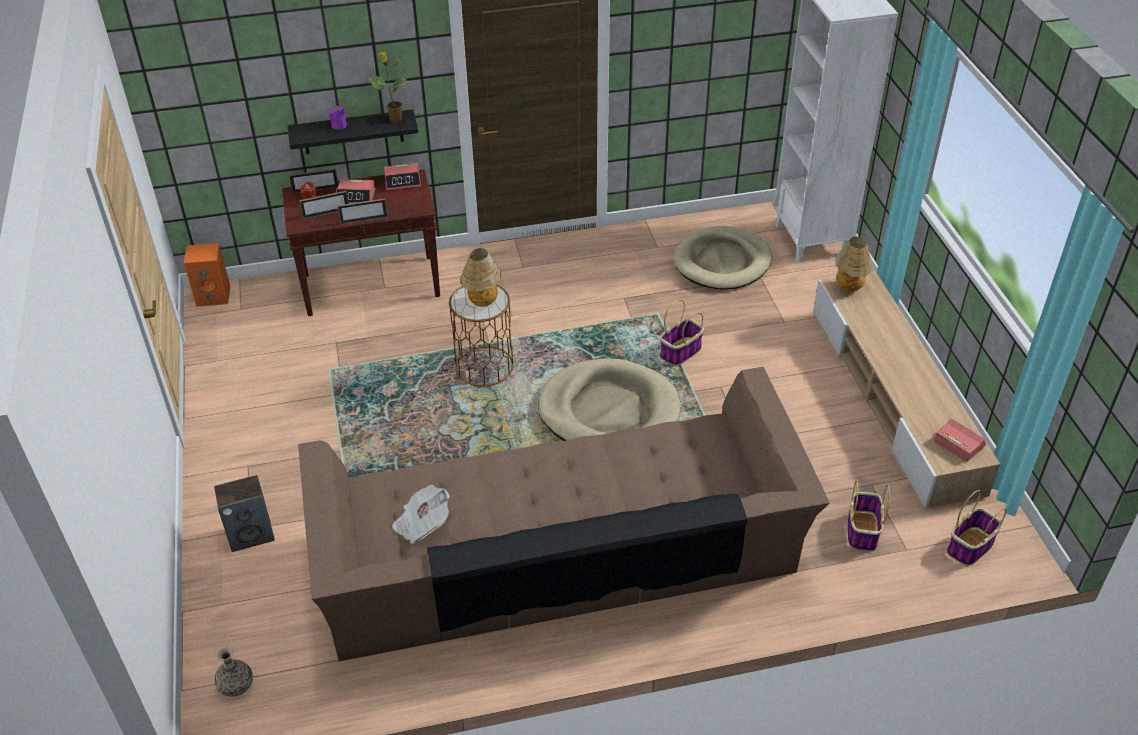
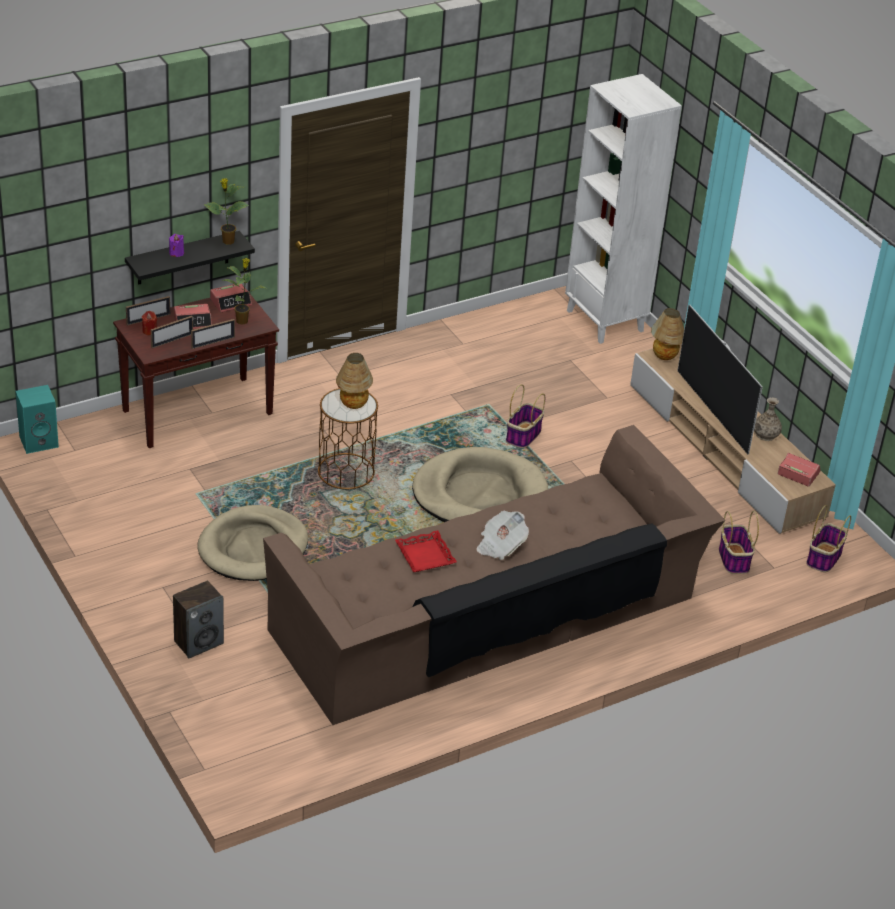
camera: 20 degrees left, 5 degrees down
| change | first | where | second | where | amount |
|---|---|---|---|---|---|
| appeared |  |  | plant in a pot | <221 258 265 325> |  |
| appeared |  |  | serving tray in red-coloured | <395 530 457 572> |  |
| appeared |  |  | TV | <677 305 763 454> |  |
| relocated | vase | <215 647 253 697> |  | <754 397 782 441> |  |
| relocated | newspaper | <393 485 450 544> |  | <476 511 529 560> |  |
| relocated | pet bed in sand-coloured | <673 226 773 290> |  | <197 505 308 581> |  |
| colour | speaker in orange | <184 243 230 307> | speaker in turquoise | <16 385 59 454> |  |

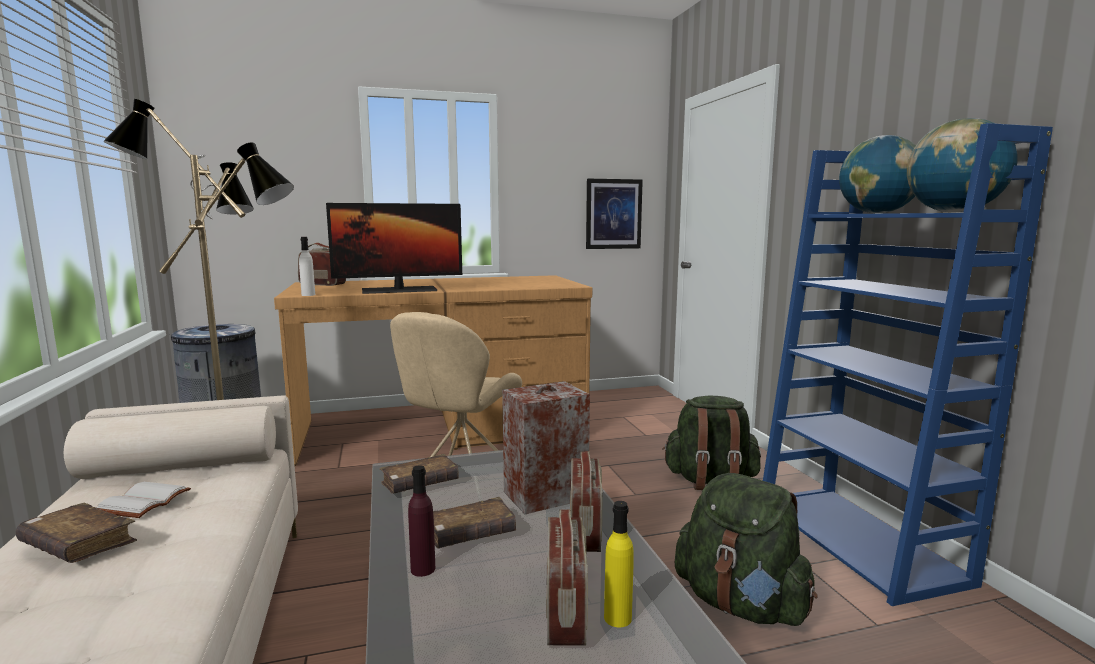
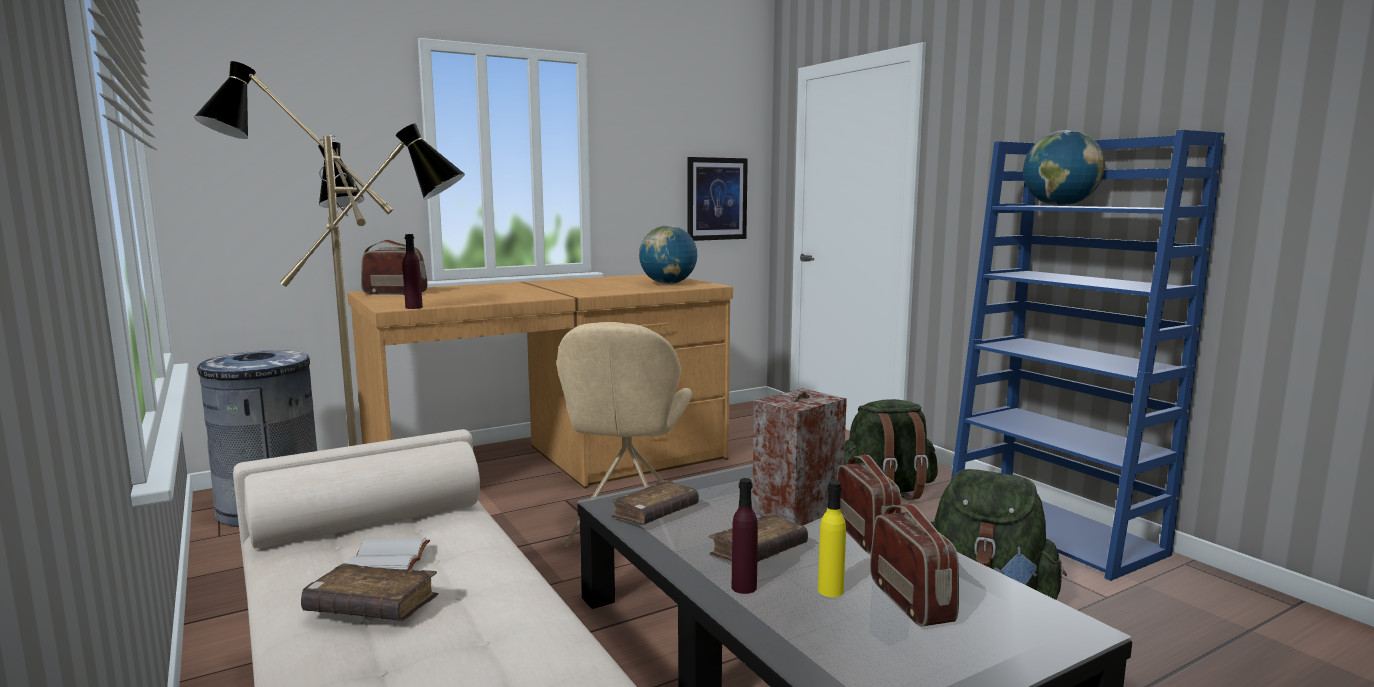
camera: 15 degrees left, 0 degrees up
| change | first | where | second | where | amount |
|---|---|---|---|---|---|
| missing | computer display | <326 203 462 294> |  |  |  |
| relocated | bottle in yellow | <604 501 634 627> |  | <818 481 846 597> |  |
| relocated | desk globe | <907 118 1018 213> |  | <639 225 697 284> |  |
| colour | bottle in white | <299 237 315 296> | bottle in purple | <403 234 423 309> |  |

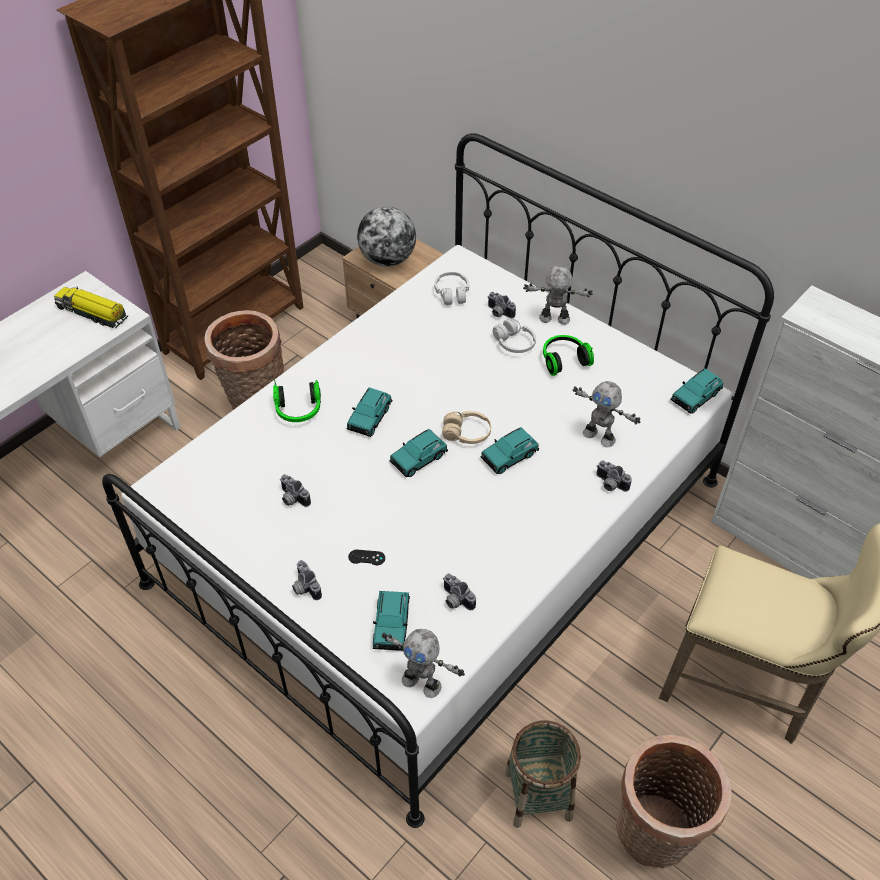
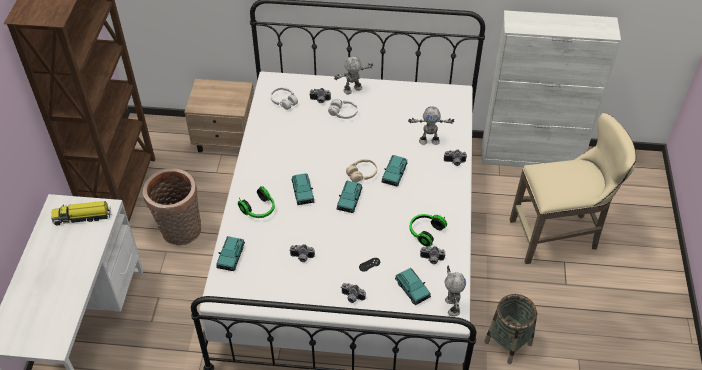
camera: 35 degrees left, 0 degrees up
| change | first | where | second | where | amount |
|---|---|---|---|---|---|
| missing | desk globe | <357 206 416 267> |  |  |  |
| missing | storage basket | <616 735 731 869> |  |  |  |
| relocated | headset | <543 335 594 376> |  | <409 214 447 247> |  |
| relocated | toy car in turquoise | <670 368 723 414> |  | <216 236 245 271> |  |
| spun | model robot | <382 629 465 698> |  | <444 266 466 317> | 90 degrees counterclockwise |

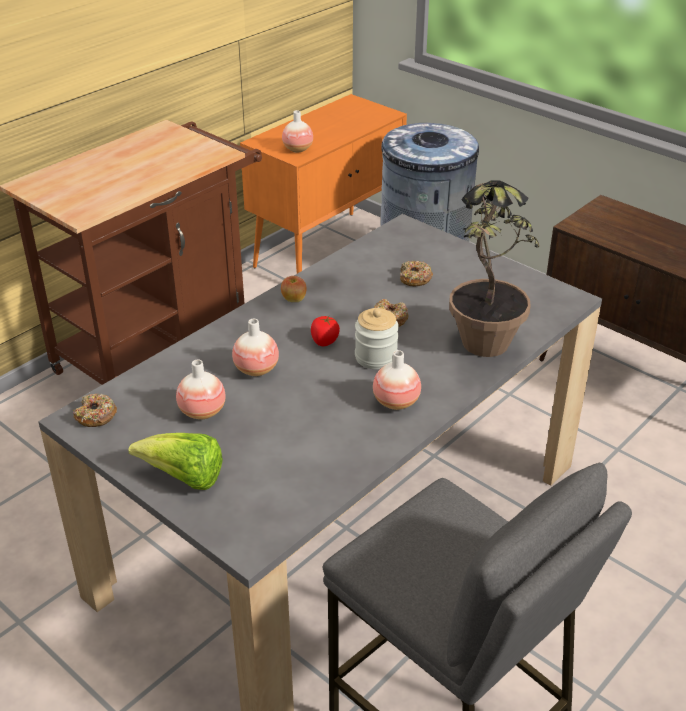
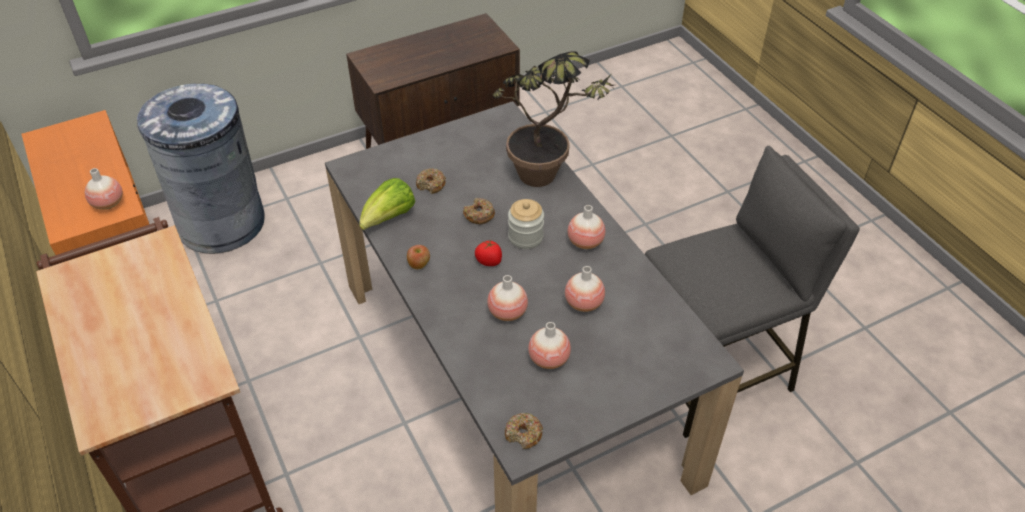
camera: 70 degrees left, 10 degrees up
| change | first | where | second | where | amount |
|---|---|---|---|---|---|
| appeared |  |  | vase | <565 266 605 312> |  |
| relocated | lettuce head | <128 433 223 490> |  | <359 178 415 230> |  |

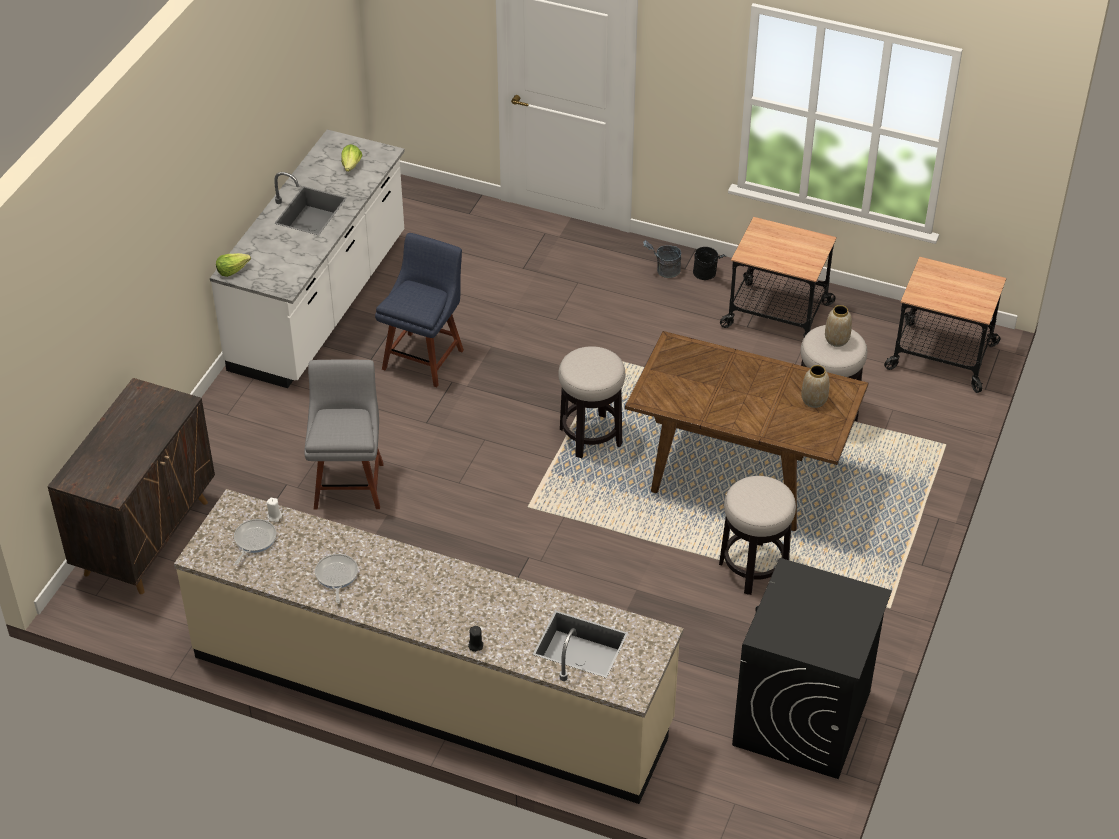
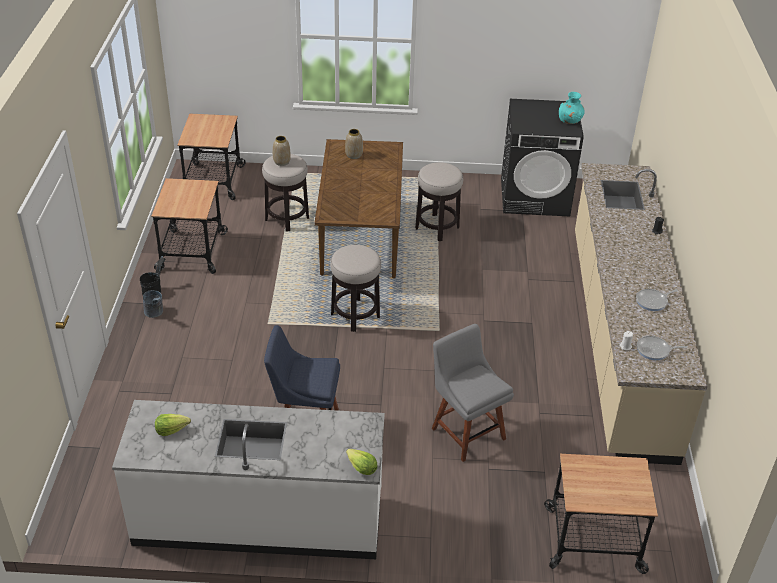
camera: 110 degrees left, 5 degrees down
| change | first | where | second | where | amount |
|---|---|---|---|---|---|
| appeared |  |  | vase in turquoise | <559 92 585 124> |  |
| exchanged | storage cabinet in brown | <47 378 215 594> | trolley | <544 454 658 574> |  |
| spun | upright chair in gray | <304 359 384 509> |  | <432 324 514 462> | 75 degrees clockwise |

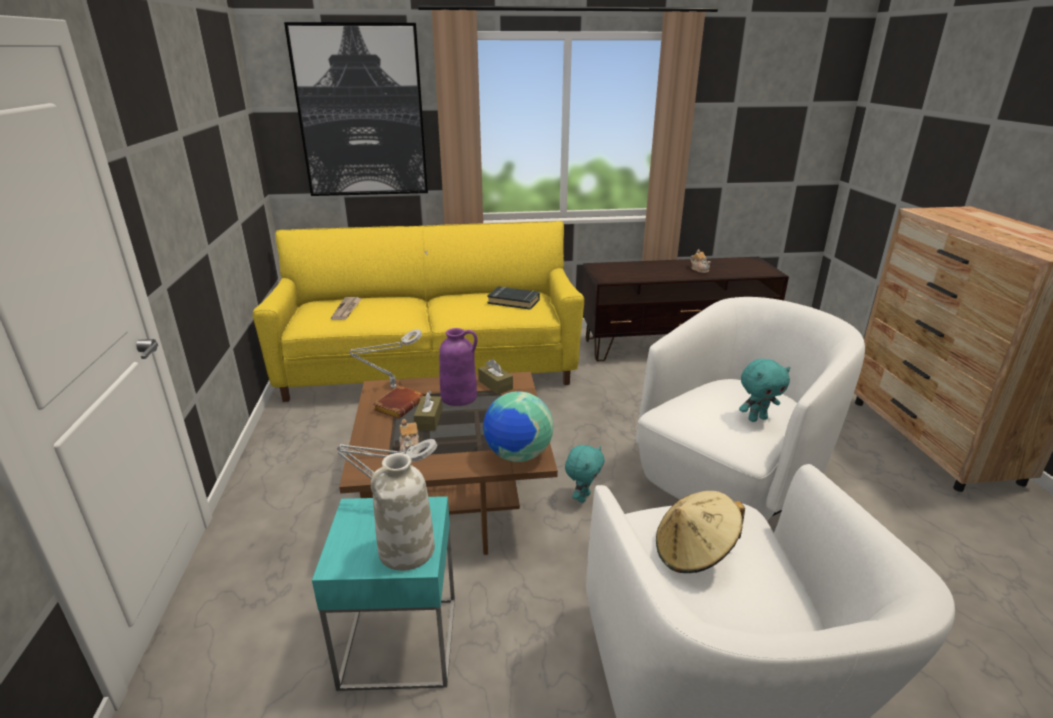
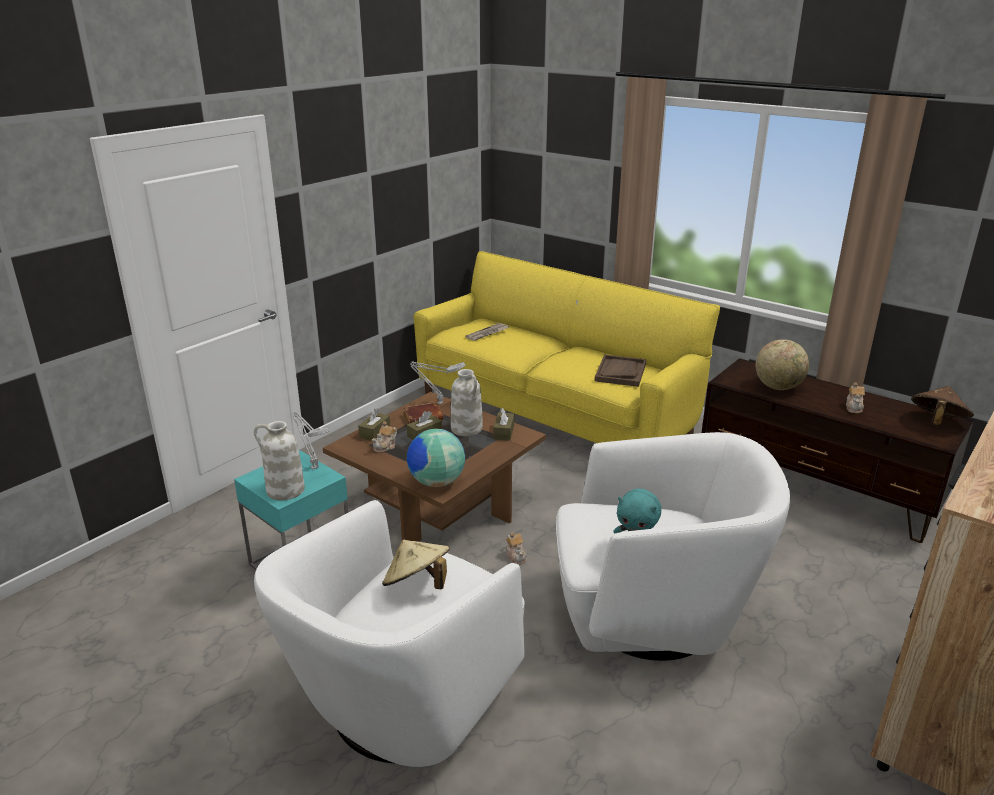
camera: 45 degrees right, 0 degrees up
| change | first | where | second | where | amount |
|---|---|---|---|---|---|
| missing | wall art | <284 22 428 196> |  |  |  |
| appeared |  |  | tissue box in brown | <358 408 390 441> |  |
| appeared |  |  | desk globe | <756 339 809 390> |  |
| appeared |  |  | clothing hat in brown | <911 386 974 425> |  |
| exchanged | volume in black | <487 287 540 310> | serving tray in brown | <595 355 646 387> |  |
| exchanged | plush toy in turquoise | <565 445 605 503> | pot for tea | <506 532 527 565> |  |
| colour | vase in purple | <439 328 478 406> | vase in white | <451 369 483 436> |  |

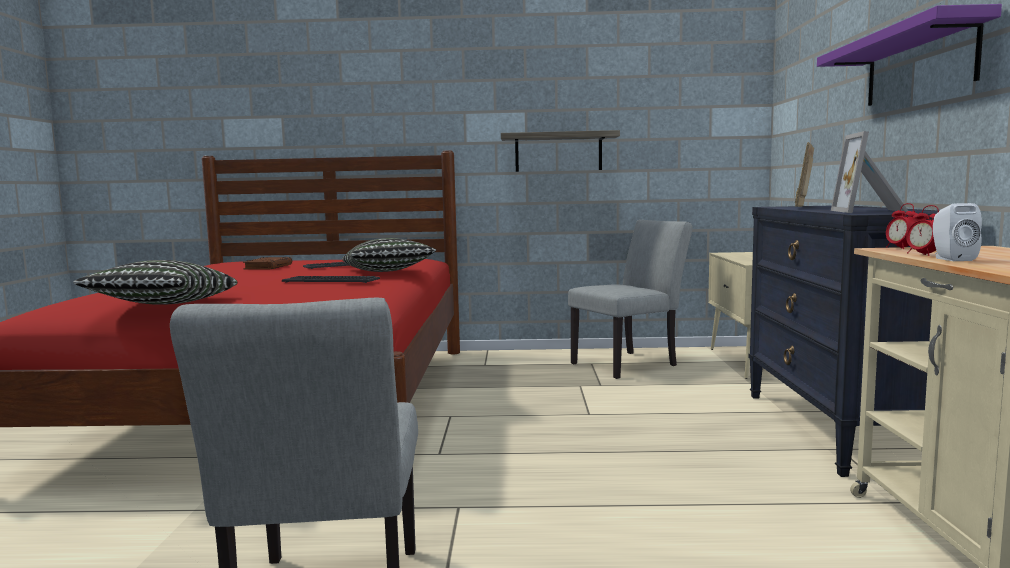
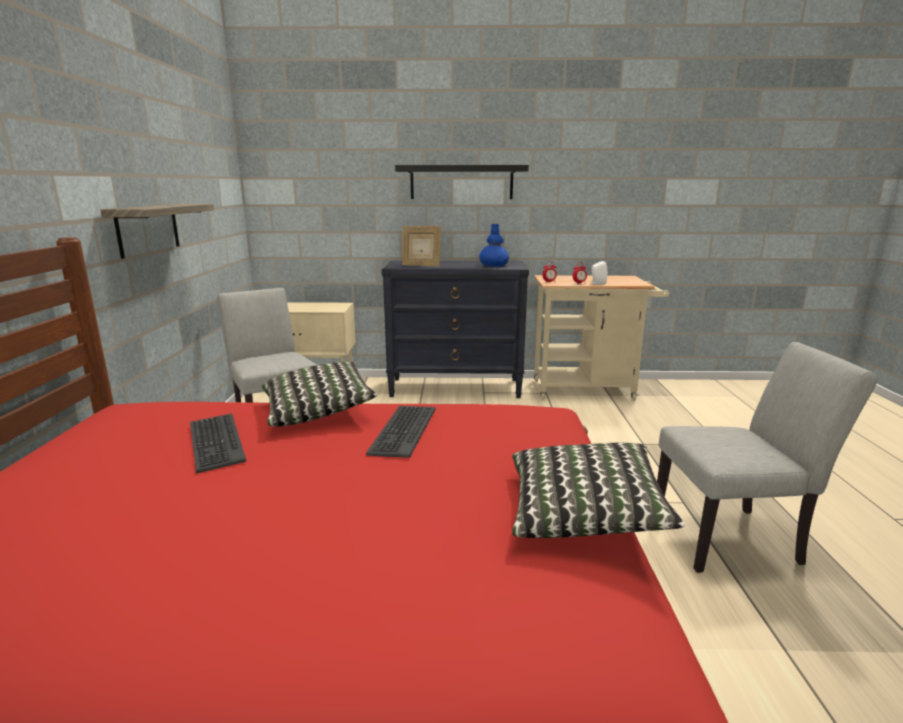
camera: 90 degrees left, 10 degrees up
| change | first | where | second | where | amount |
|---|---|---|---|---|---|
| missing | volume in brown | <243 257 292 270> |  |  |  |
| exchanged | standing frame | <831 131 908 213> | vase in blue | <479 224 509 267> |  |
| colour | bracket shelf in purple | <817 4 1002 106> | bracket shelf in black | <395 165 529 199> |  |

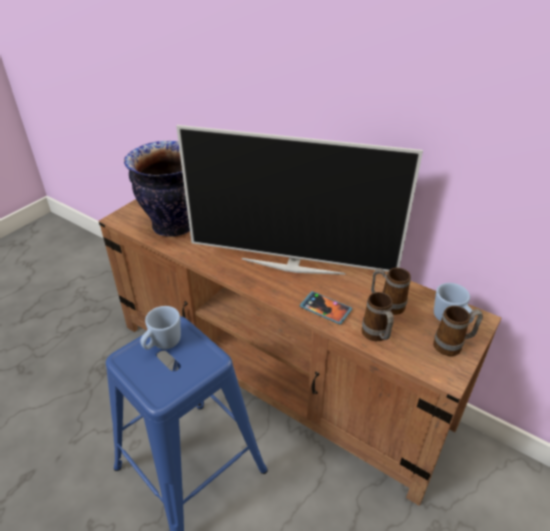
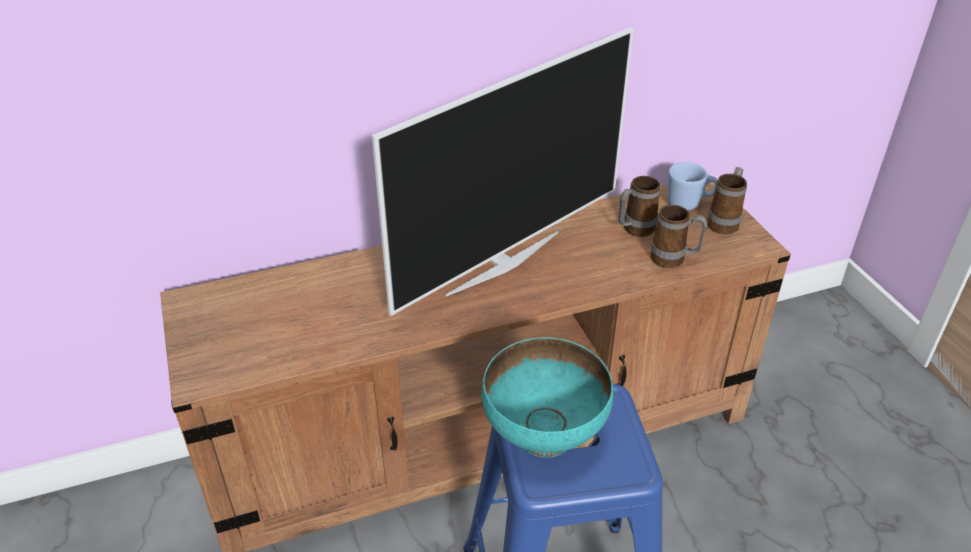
camera: 55 degrees left, 0 degrees up
| change | first | where | second | where | amount |
|---|---|---|---|---|---|
| missing | vase | <124 141 190 237> |  |  |  |
| missing | phone | <300 291 352 325> |  |  |  |
| exchanged | coffee mug in blue | <140 306 181 350> | bowl in turquoise | <481 337 613 458> |  |

